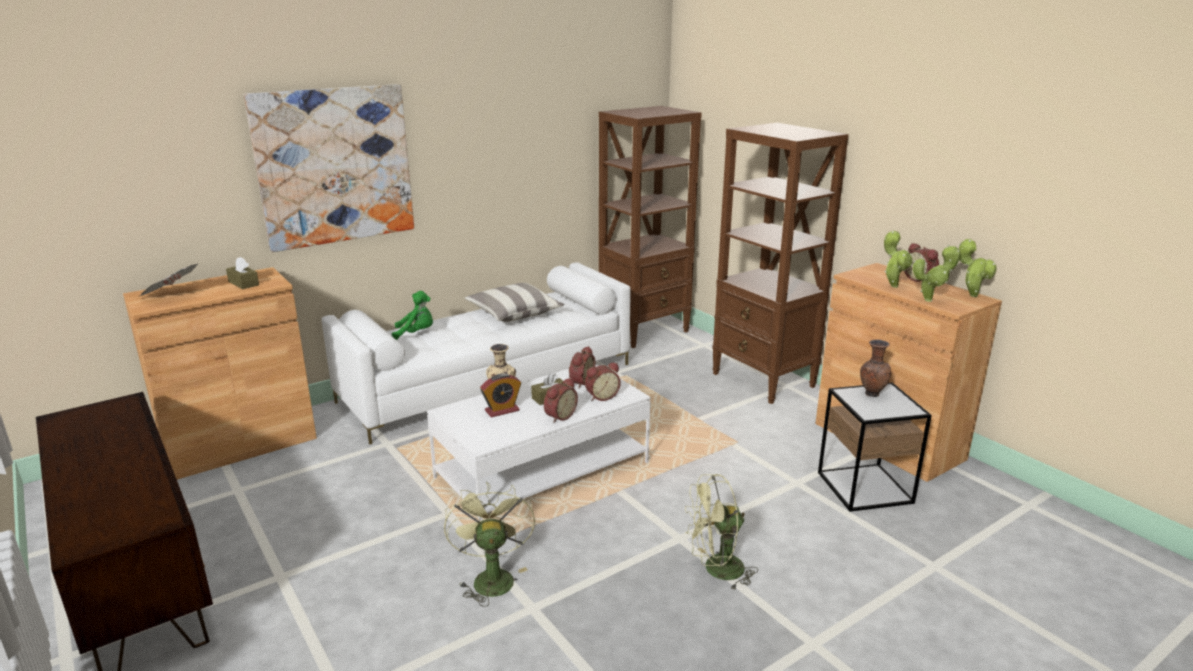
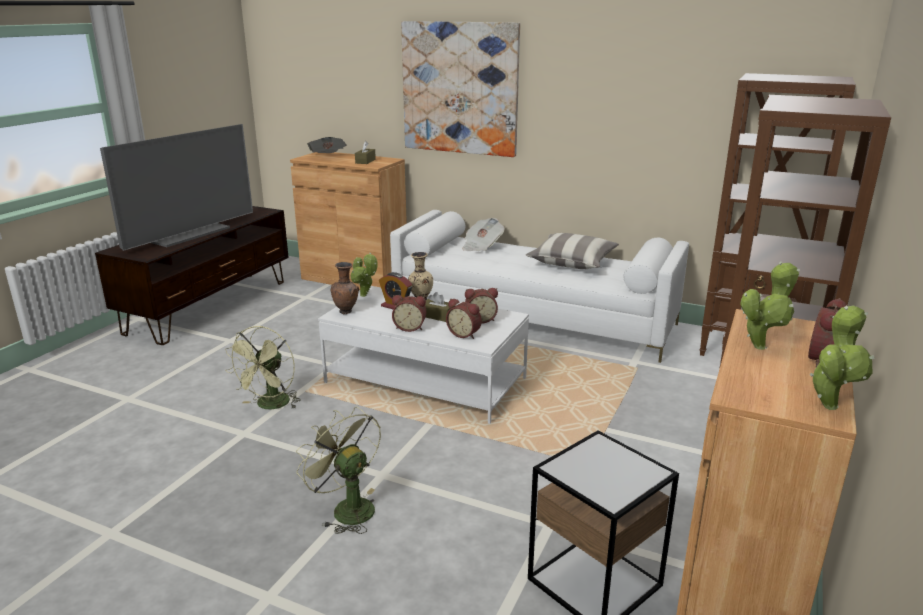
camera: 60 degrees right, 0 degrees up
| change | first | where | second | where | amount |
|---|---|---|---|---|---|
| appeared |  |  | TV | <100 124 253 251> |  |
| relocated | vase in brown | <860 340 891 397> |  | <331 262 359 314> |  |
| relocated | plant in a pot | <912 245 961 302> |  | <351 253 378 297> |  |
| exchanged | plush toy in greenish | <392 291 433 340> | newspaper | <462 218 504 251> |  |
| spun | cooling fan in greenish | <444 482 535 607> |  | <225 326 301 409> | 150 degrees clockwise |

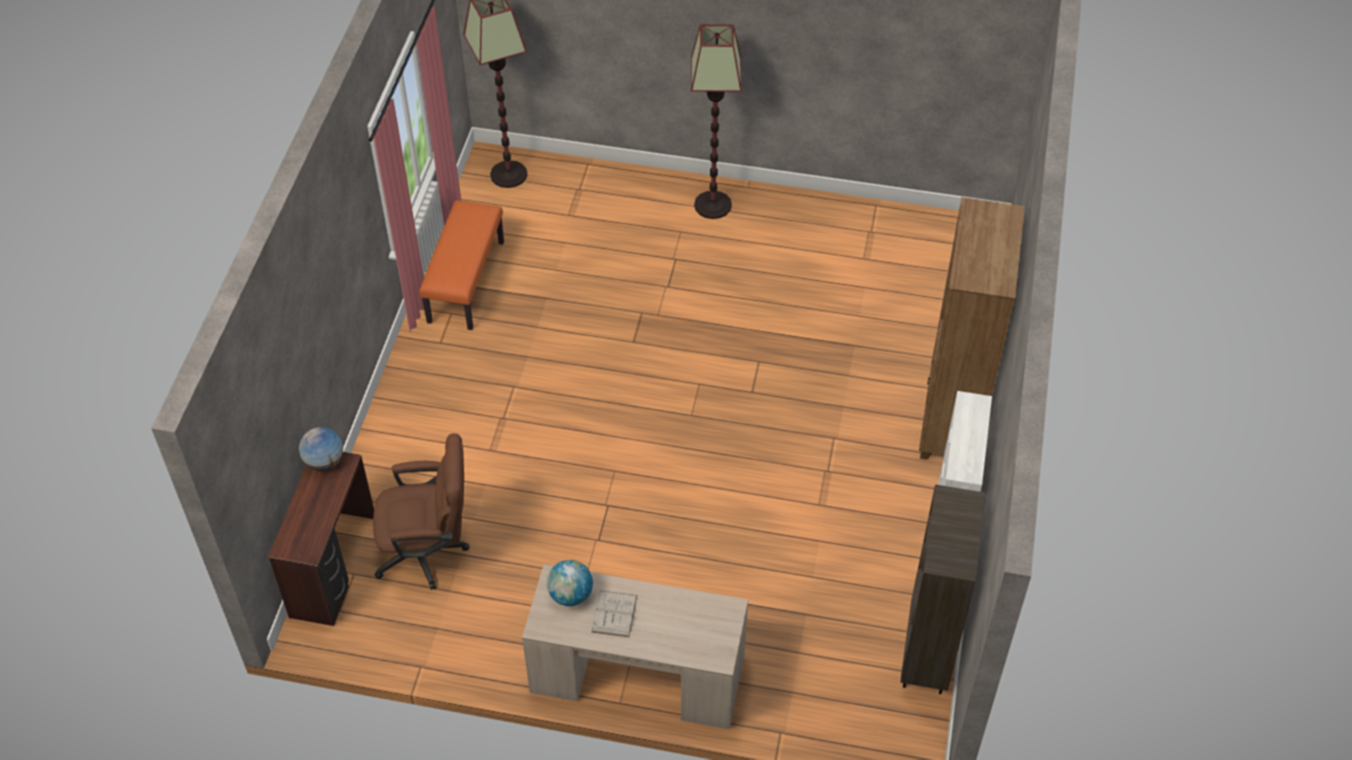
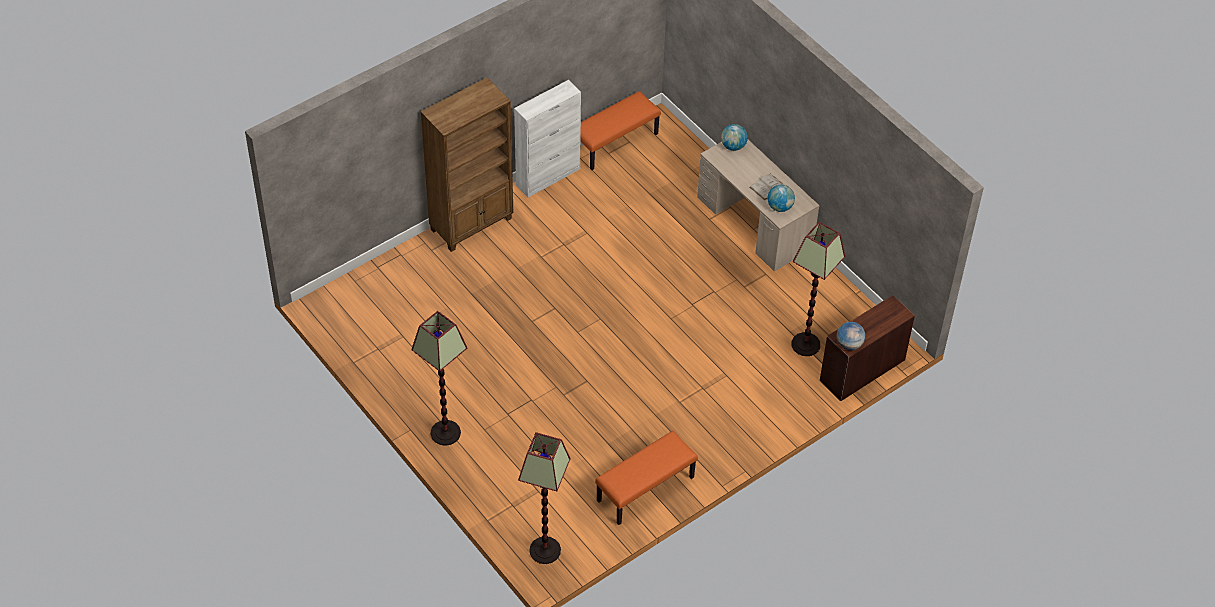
camera: 140 degrees left, 0 degrees up
| change | first | where | second | where | amount |
|---|---|---|---|---|---|
| appeared |  |  | desk globe | <721 124 748 151> |  |
| exchanged | desk chair in brown | <373 433 469 590> | standing lamp | <792 222 845 356> |  |
| exchanged | bookshelf in brown | <901 485 985 694> | indoor bench in orange | <580 91 661 170> |  |

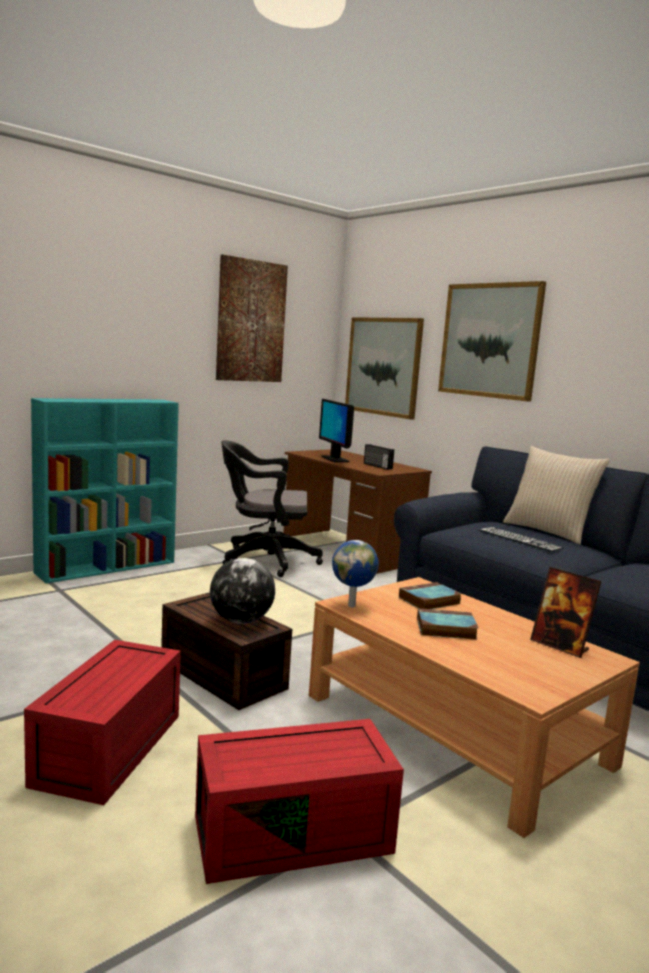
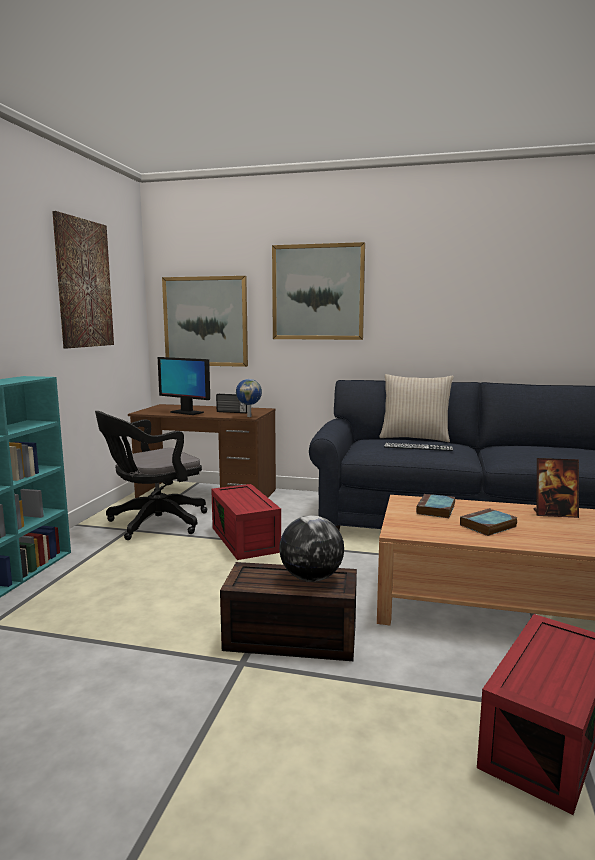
camera: 35 degrees left, 0 degrees up
| change | first | where | second | where | amount |
|---|---|---|---|---|---|
| relocated | storage bin in red-coloured | <24 640 181 805> |  | <211 484 281 560> |  |
| relocated | desk globe | <332 540 379 607> |  | <236 379 262 417> |  |

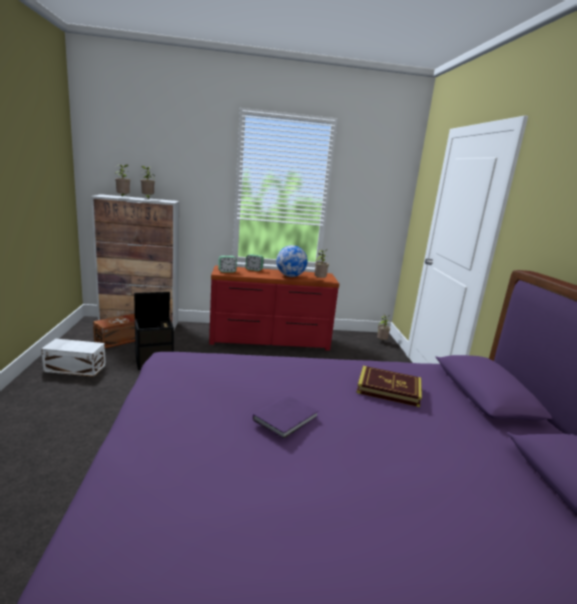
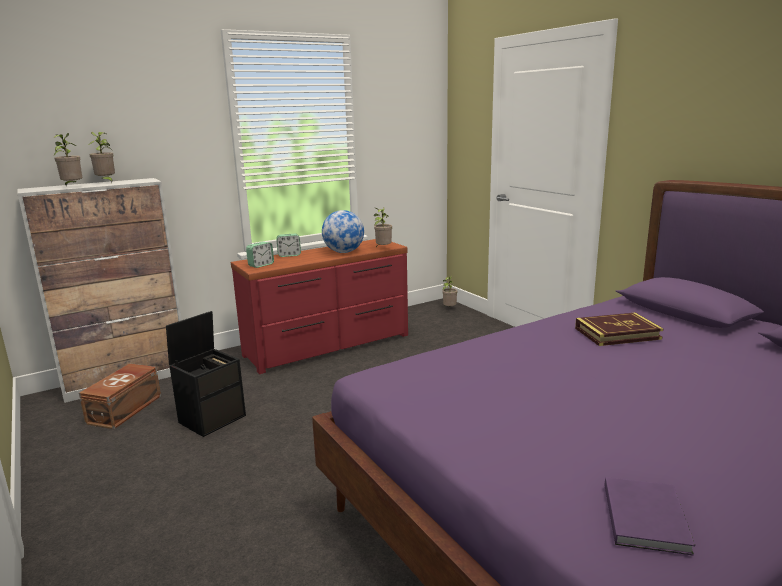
camera: 25 degrees left, 0 degrees up
| change | first | where | second | where | amount |
|---|---|---|---|---|---|
| missing | storage bin in white | <41 339 106 377> |  |  |  |
| relocated | volume in purple | <253 395 319 439> |  | <605 477 695 556> |  |

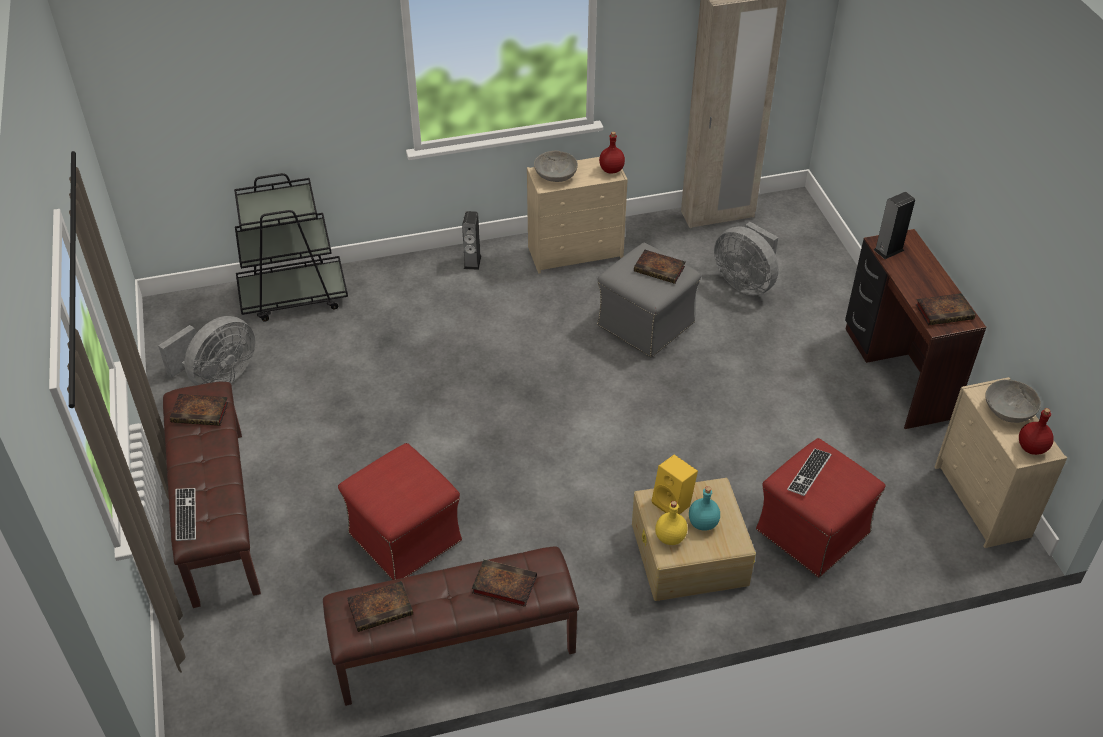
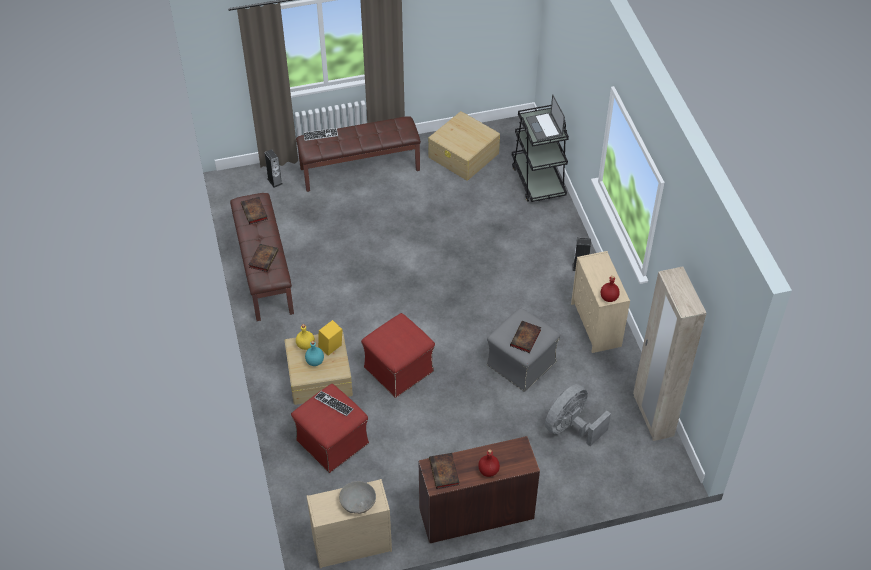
camera: 90 degrees right, 5 degrees up
| change | first | where | second | where | amount |
|---|---|---|---|---|---|
| missing | volume | <170 394 228 426> |  |  |  |
| missing | bowl in gray | <534 150 578 182> |  |  |  |
| appeared |  |  | notebook computer | <526 94 565 141> |  |
| relocated | footrest in red-coloured | <338 443 462 580> |  | <361 313 435 398> |  |
| relocated | speaker | <874 192 915 259> |  | <265 149 282 188> |  |
| relocated | bottle in red-coloured | <1019 408 1054 455> |  | <478 449 500 477> |  |
| exchanged | cooling fan in gray | <158 316 255 385> | storage bin in sand-coloured | <429 111 500 181> |  |

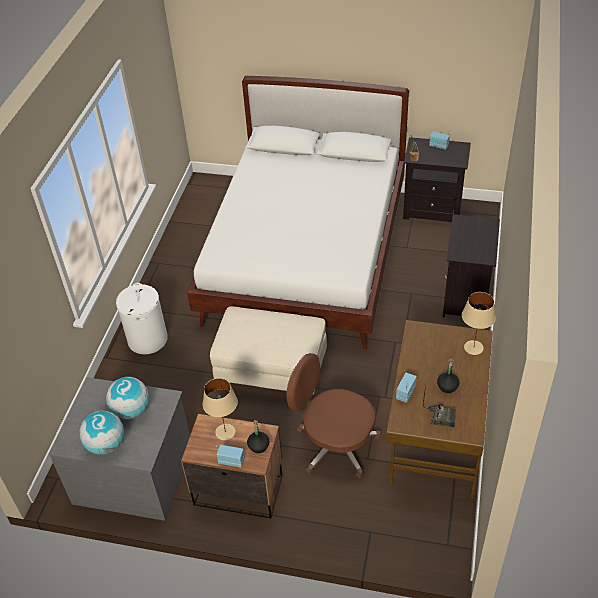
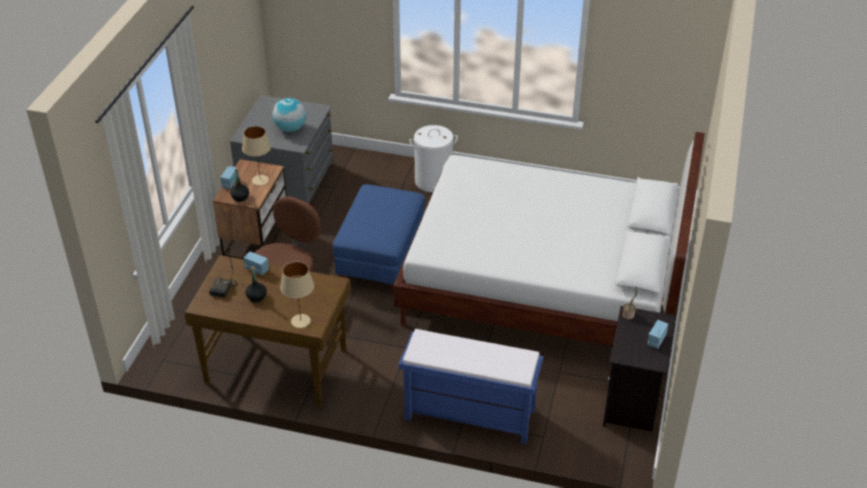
camera: 90 degrees right, 5 degrees down
| change | first | where | second | where | amount |
|---|---|---|---|---|---|
| missing | desk globe | <80 411 124 455> |  |  |  |
| exchanged | nightstand in black | <443 214 500 317> | indoor bench in blue | <398 329 543 444> |  |
| colour | footrest in sand-coloured | <210 307 327 401> | footrest in blue | <333 184 425 293> |  |

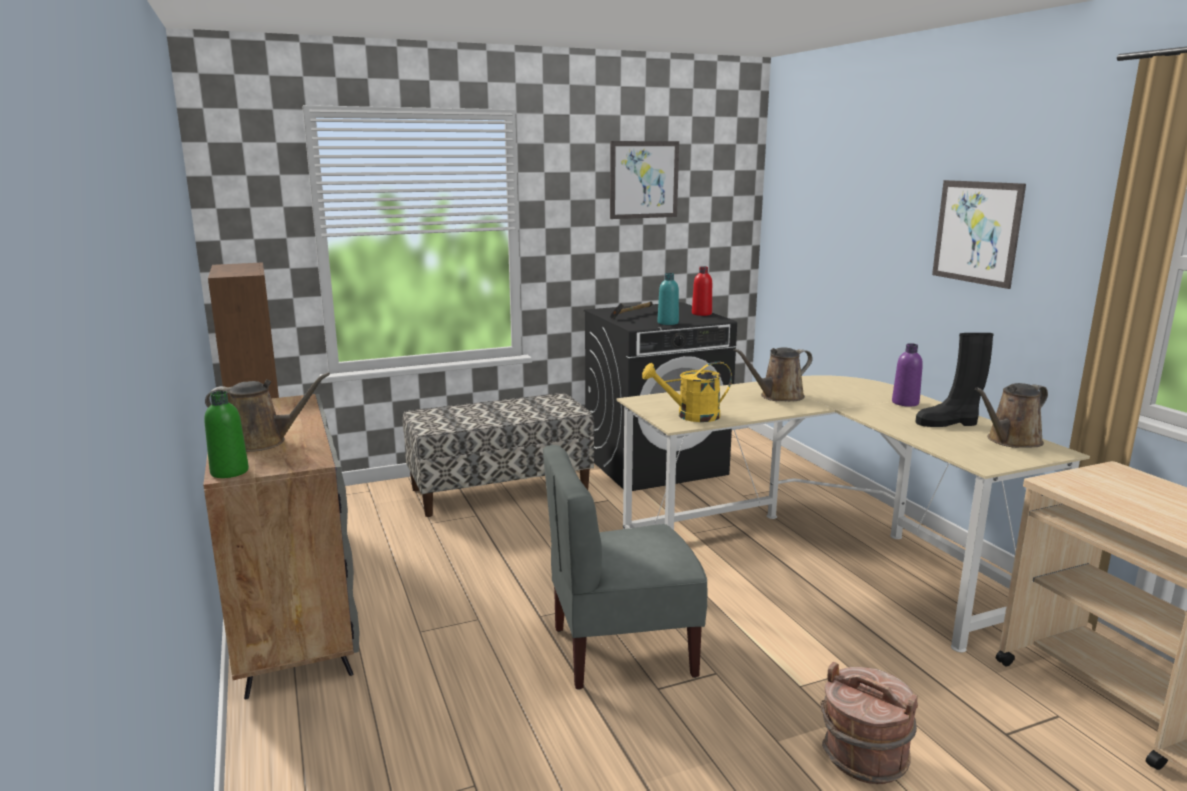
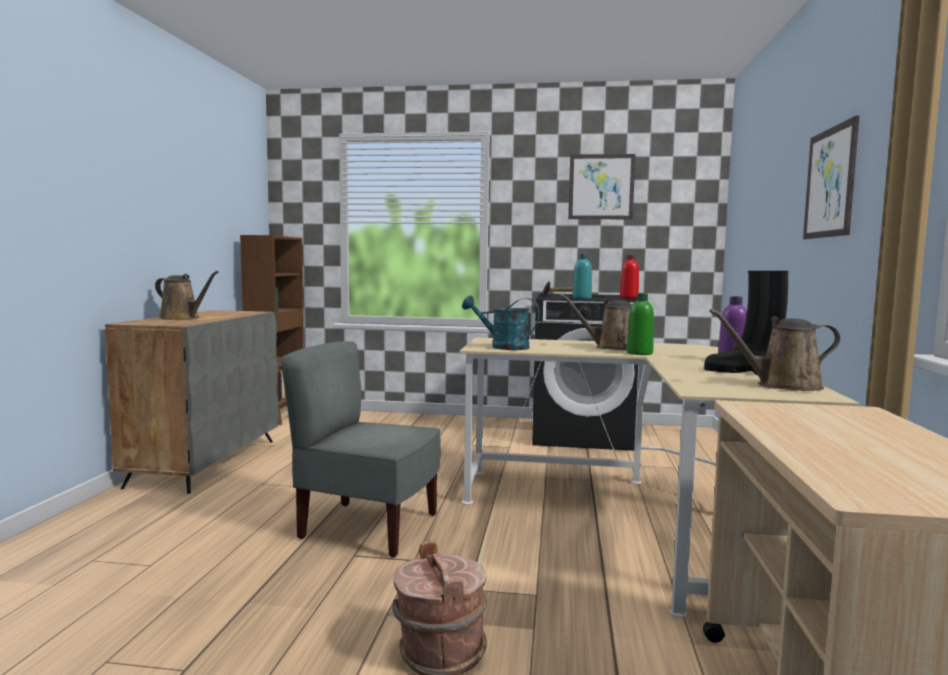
camera: 30 degrees right, 10 degrees down
| change | first | where | second | where | amount |
|---|---|---|---|---|---|
| missing | indoor bench | <403 393 594 517> |  |  |  |
| relocated | bottle in greenish | <204 391 249 478> |  | <626 293 654 355> |  |
| colour | watering can in yellow | <642 362 732 422> | watering can in turquoise | <462 295 540 350> |  |

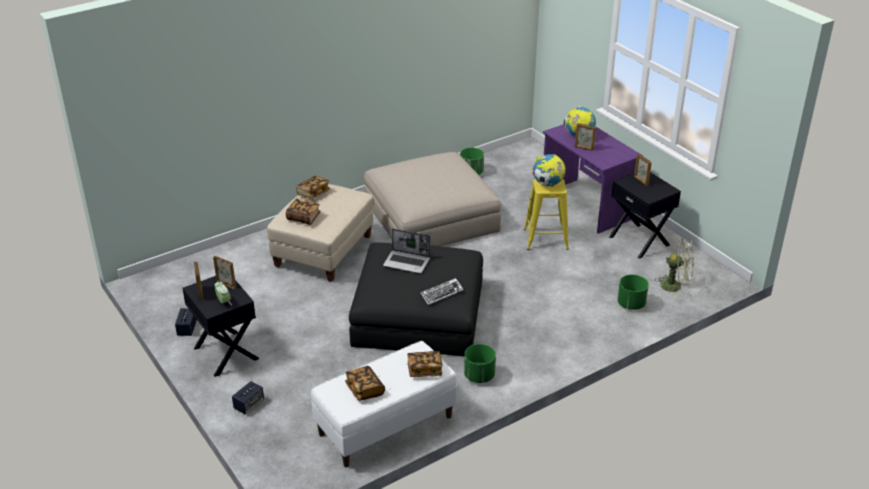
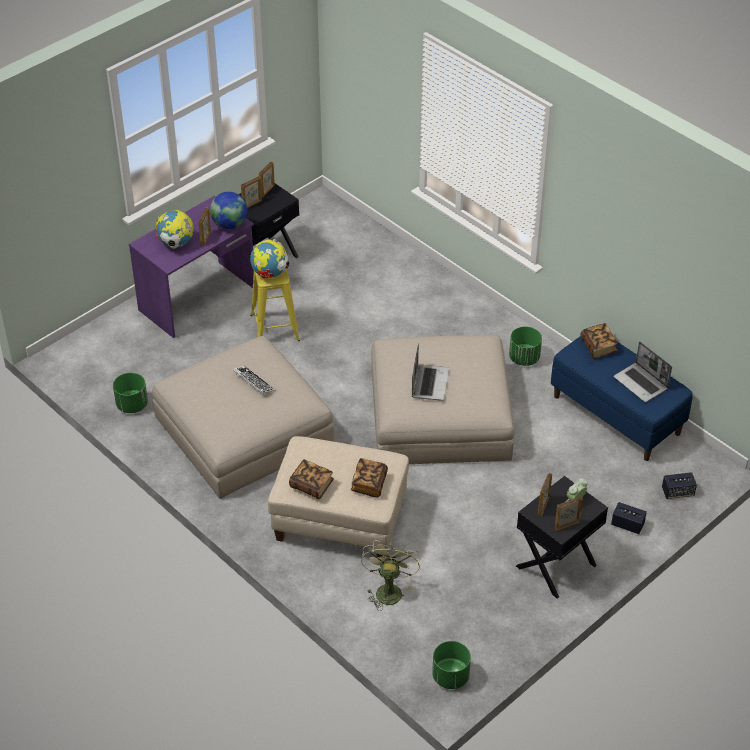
camera: 100 degrees left, 10 degrees up
| change | first | where | second | where | amount |
|---|---|---|---|---|---|
| appeared |  |  | desk globe | <210 192 247 229> |  |
| appeared |  |  | standing frame | <259 161 275 197> |  |
| relocated | speaker | <175 308 197 336> |  | <662 472 697 499> |  |
| relocated | PC keyboard | <420 278 463 305> |  | <233 366 275 394> |  |
| relocated | flower pot in greenish | <617 274 649 310> |  | <432 641 471 689> |  |
| relocated | cooling fan in greenish | <656 238 694 298> |  | <361 540 420 611> |  |
| exchanged | volume | <345 366 385 401> | notebook computer | <614 341 672 402> |  |
| colour | indoor bench in white | <311 341 457 467> | indoor bench in blue | <551 336 693 461> |  |
| colour | footrest in black | <349 242 483 356> | footrest in sand-coloured | <371 335 515 464> |  |

